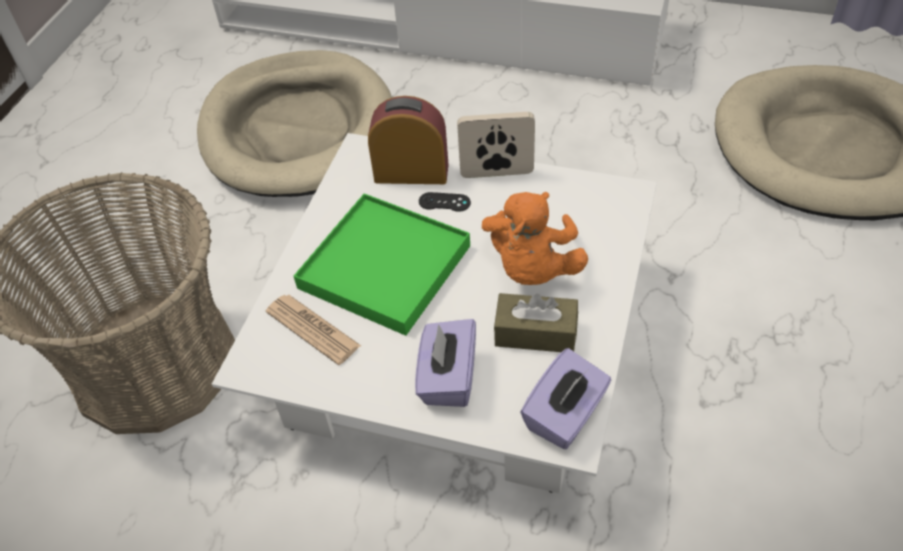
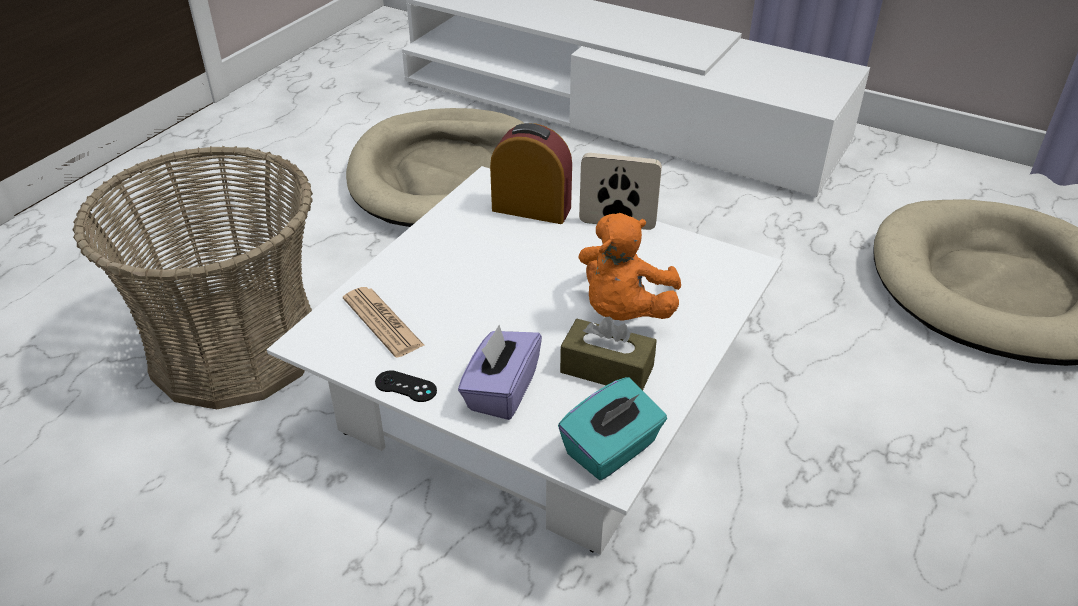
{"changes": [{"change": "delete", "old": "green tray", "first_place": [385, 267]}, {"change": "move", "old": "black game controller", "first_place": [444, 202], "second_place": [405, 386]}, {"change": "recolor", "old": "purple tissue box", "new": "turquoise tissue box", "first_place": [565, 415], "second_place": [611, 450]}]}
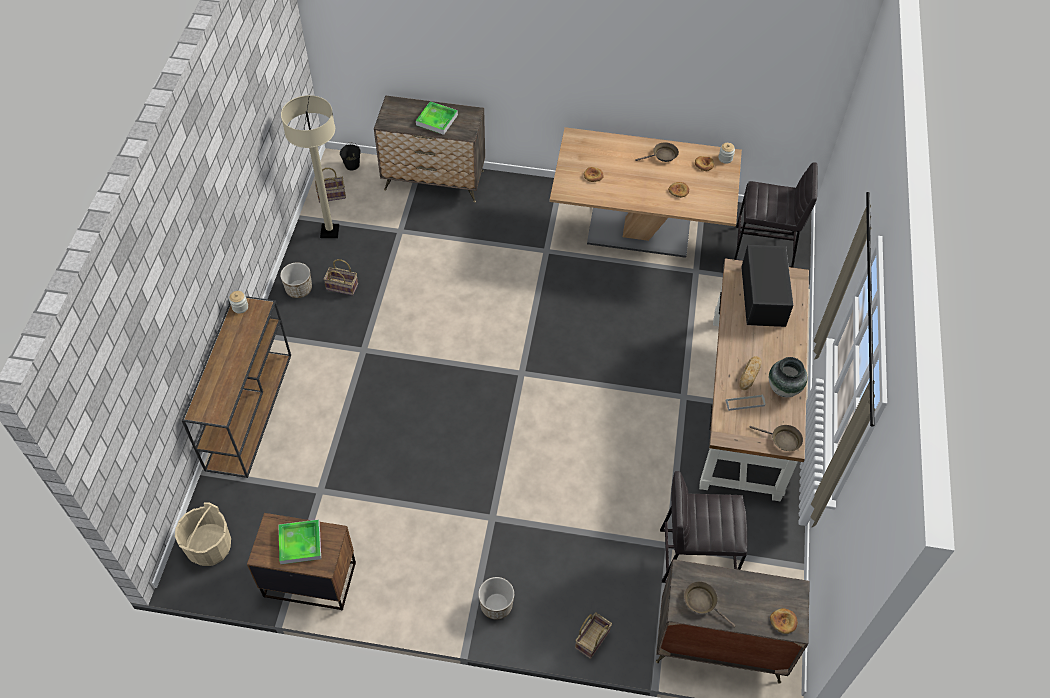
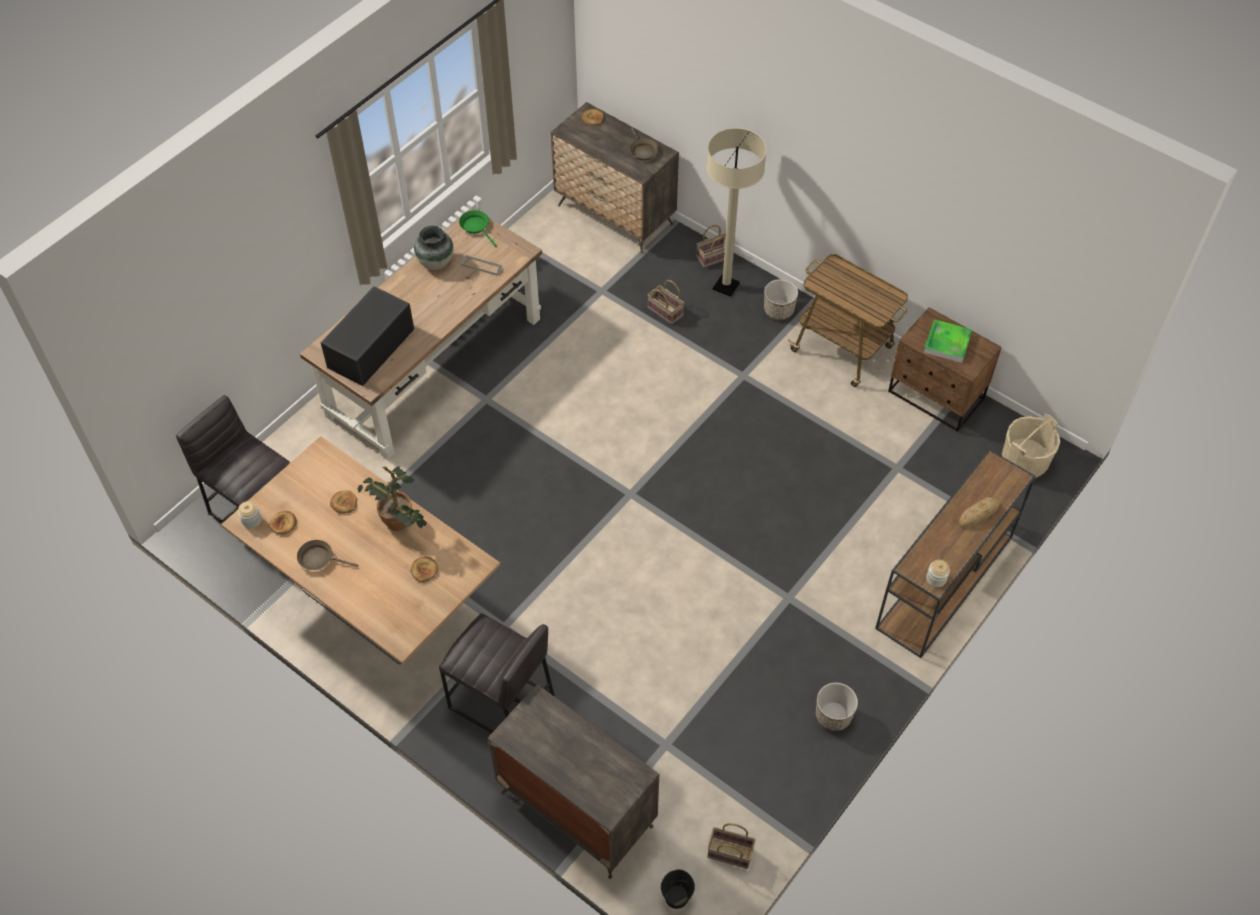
{"changes": [{"change": "move", "old": "beige floor lamp", "first_place": [330, 231], "second_place": [726, 286]}, {"change": "move", "old": "basket", "first_place": [343, 286], "second_place": [664, 311]}, {"change": "delete", "old": "tray", "first_place": [437, 120]}, {"change": "move", "old": "grey stool", "first_place": [695, 556], "second_place": [501, 703]}, {"change": "move", "old": "bread", "first_place": [750, 374], "second_place": [978, 514]}, {"change": "recolor", "old": "brown frying pan", "new": "green frying pan", "first_place": [783, 440], "second_place": [476, 227]}, {"change": "insert", "new": "potted plant", "second_place": [400, 526]}, {"change": "insert", "new": "cart", "second_place": [843, 350]}]}
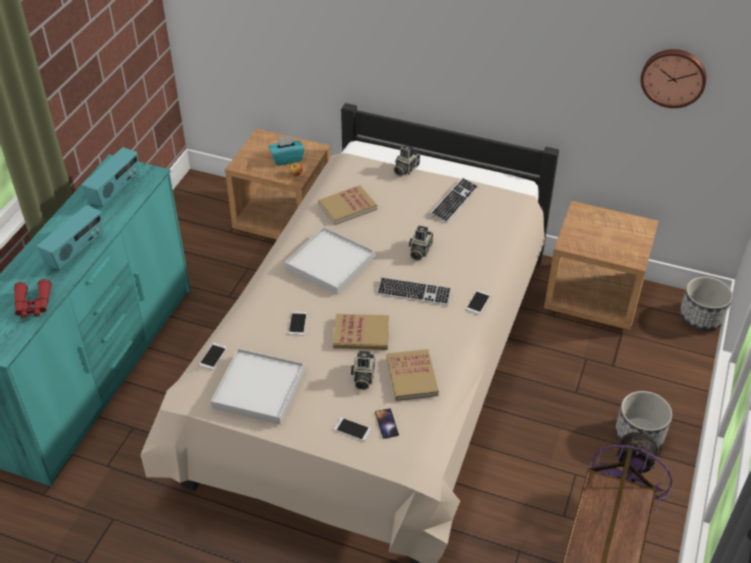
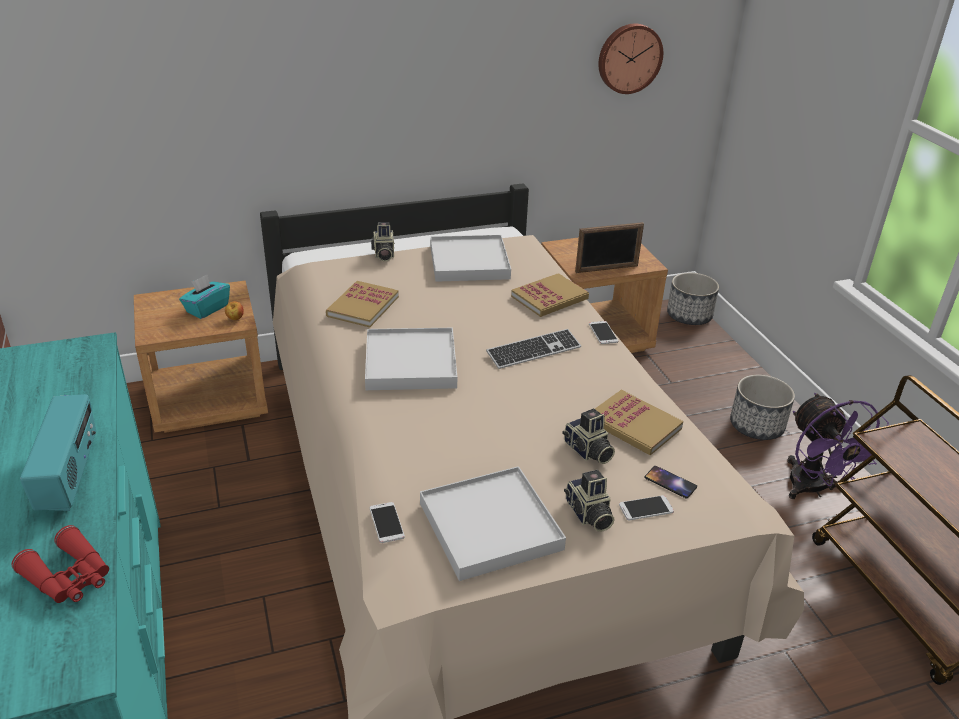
{"changes": [{"change": "delete", "old": "radio", "first_place": [115, 191]}, {"change": "delete", "old": "phone", "first_place": [297, 323]}, {"change": "move", "old": "book", "first_place": [361, 334], "second_place": [549, 298]}, {"change": "move", "old": "photo camera", "first_place": [419, 251], "second_place": [588, 514]}, {"change": "replace", "old": "keyboard", "new": "white tray", "first_place": [454, 201], "second_place": [469, 262]}, {"change": "insert", "new": "picture frame", "second_place": [606, 269]}]}
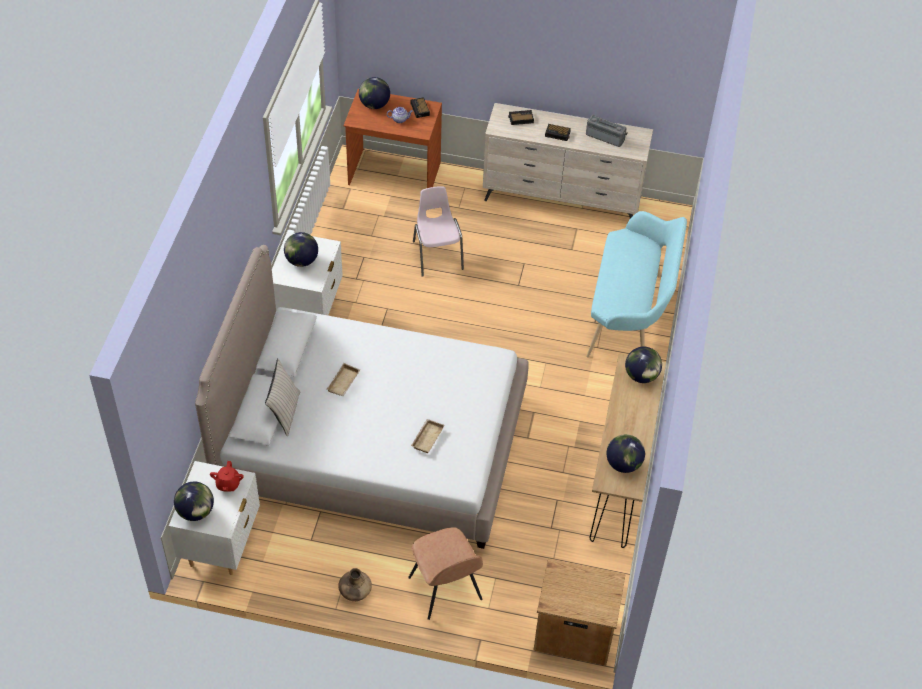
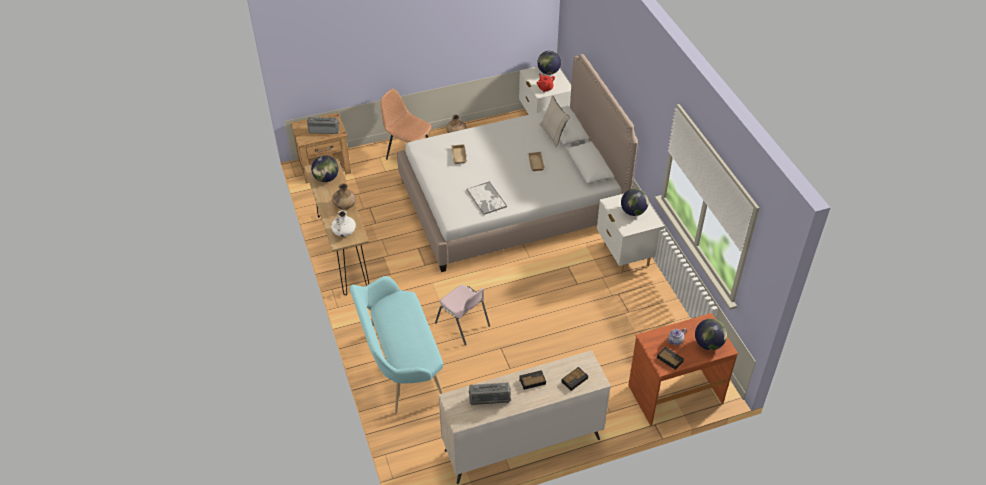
{"changes": [{"change": "move", "old": "pink chair", "first_place": [437, 255], "second_place": [463, 324]}, {"change": "replace", "old": "globe", "new": "white vase", "first_place": [641, 376], "second_place": [344, 233]}, {"change": "insert", "new": "radio", "second_place": [324, 130]}, {"change": "insert", "new": "brown vase", "second_place": [345, 206]}, {"change": "insert", "new": "tray", "second_place": [486, 199]}]}
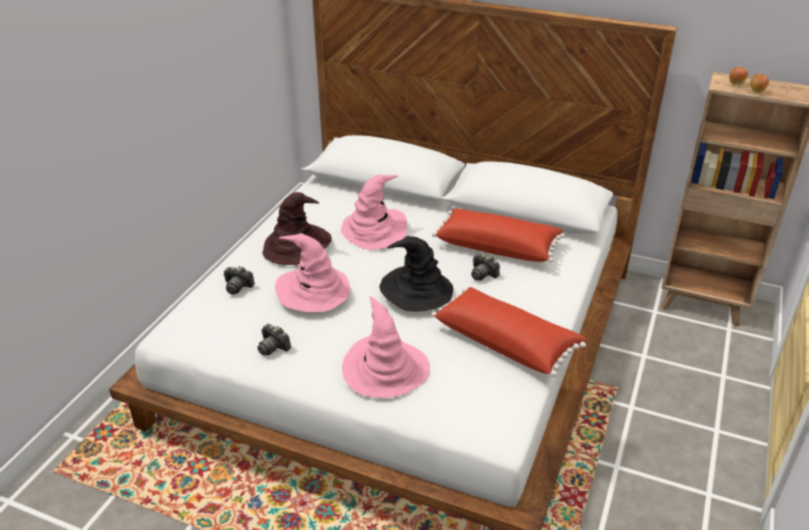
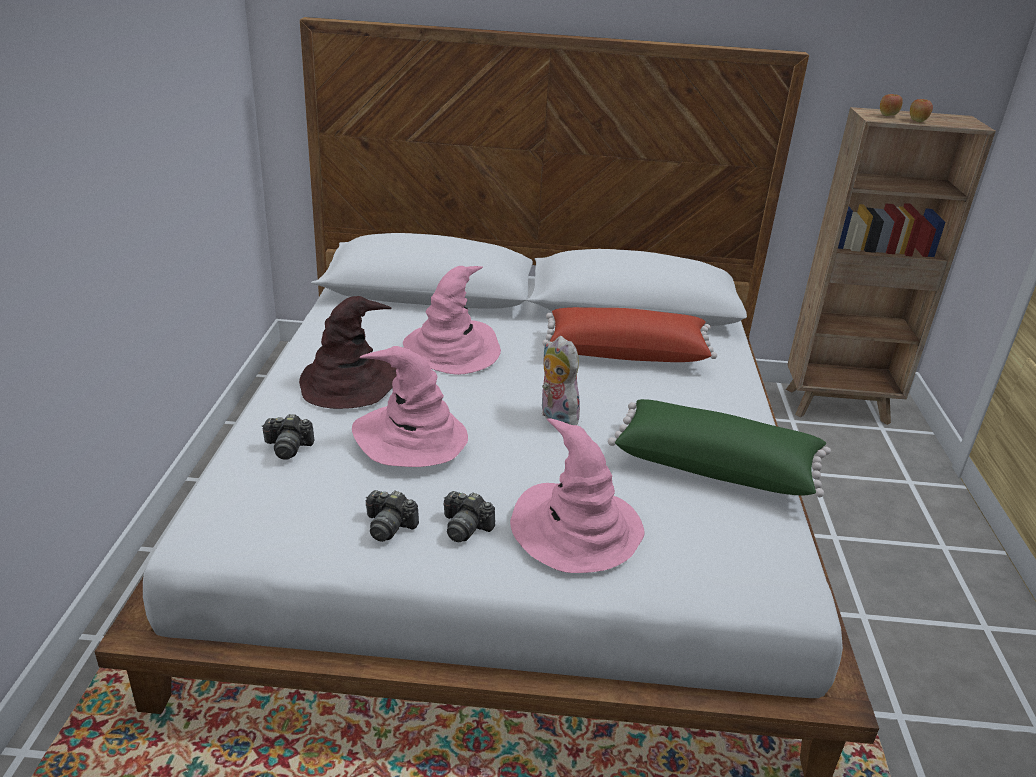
{"changes": [{"change": "replace", "old": "black hat", "new": "plush toy", "first_place": [415, 290], "second_place": [555, 417]}, {"change": "recolor", "old": "red pillow", "new": "green pillow", "first_place": [506, 341], "second_place": [715, 465]}, {"change": "move", "old": "photo camera", "first_place": [483, 274], "second_place": [465, 527]}]}
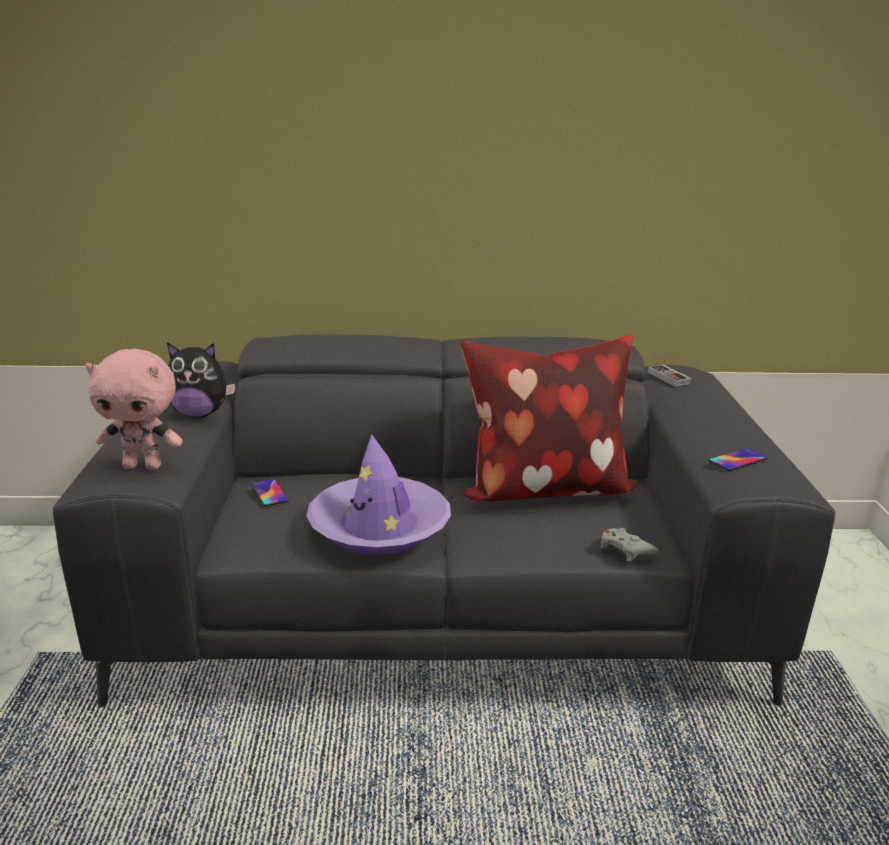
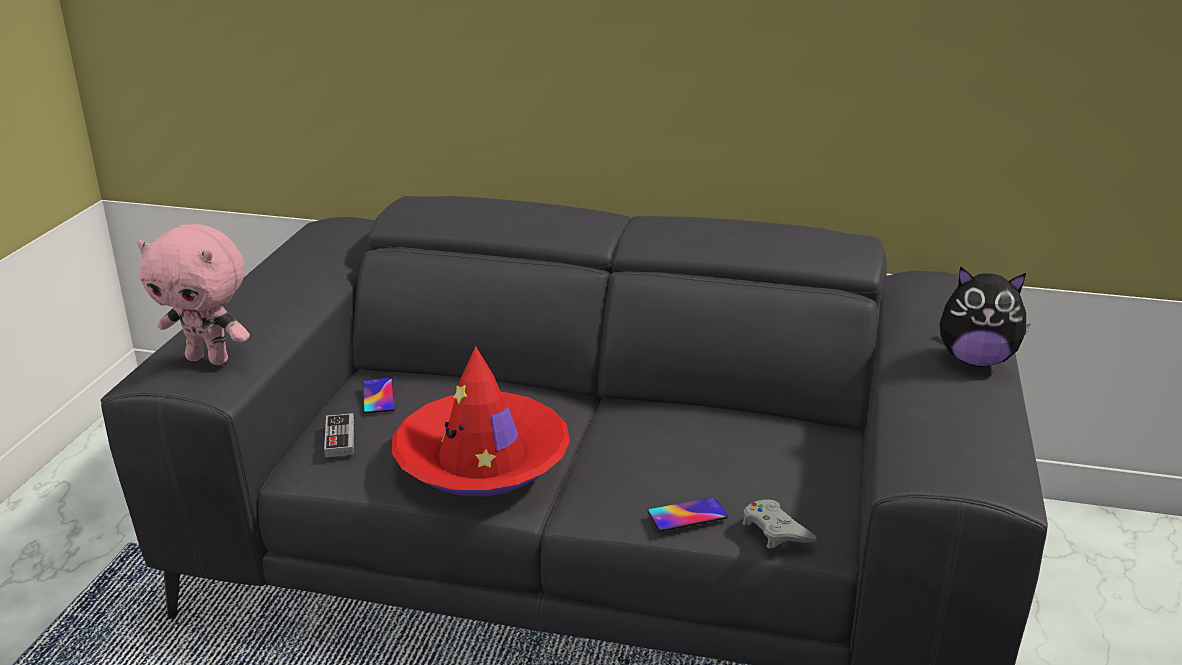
{"changes": [{"change": "move", "old": "plush toy", "first_place": [199, 414], "second_place": [976, 360]}, {"change": "recolor", "old": "purple hat", "new": "red hat", "first_place": [379, 528], "second_place": [482, 459]}, {"change": "delete", "old": "pillow", "first_place": [543, 490]}, {"change": "move", "old": "game controller", "first_place": [668, 378], "second_place": [340, 438]}, {"change": "move", "old": "phone", "first_place": [738, 460], "second_place": [687, 515]}]}
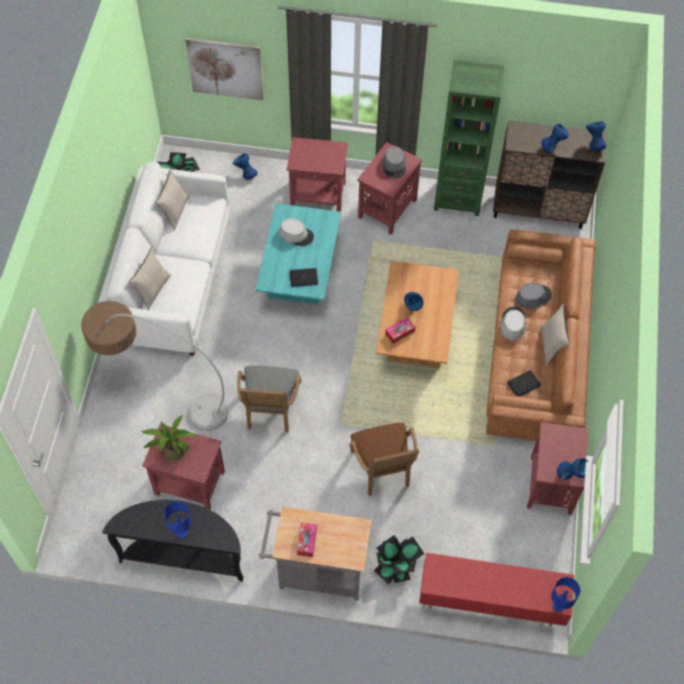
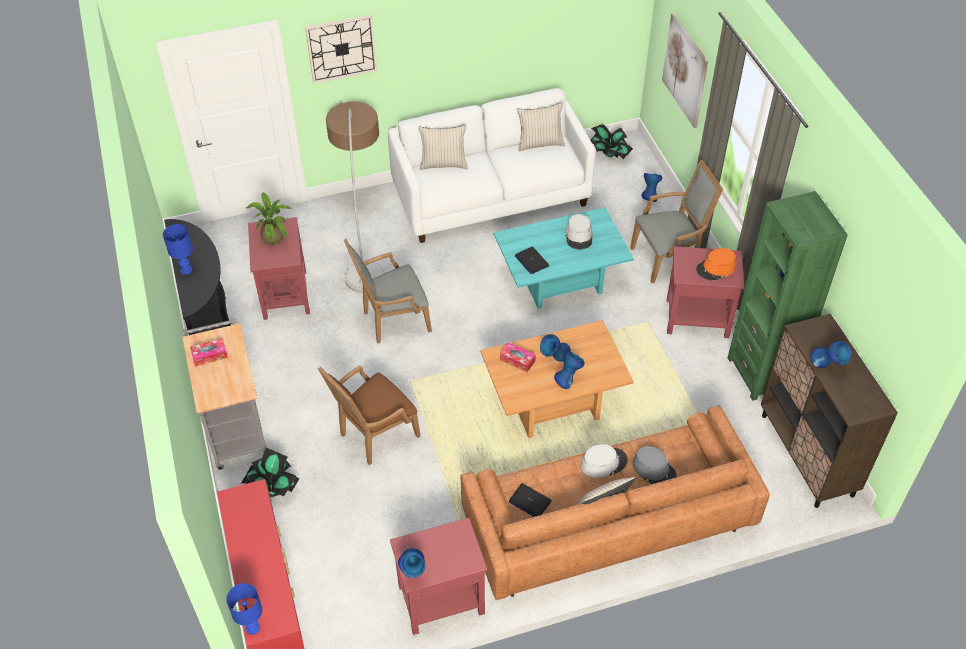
{"changes": [{"change": "replace", "old": "red side table", "new": "grey armchair", "first_place": [318, 195], "second_place": [669, 257]}, {"change": "recolor", "old": "grey hat", "new": "orange hat", "first_place": [394, 165], "second_place": [716, 268]}, {"change": "move", "old": "blue vase", "first_place": [593, 144], "second_place": [568, 380]}, {"change": "insert", "new": "wall clock", "second_place": [341, 48]}]}
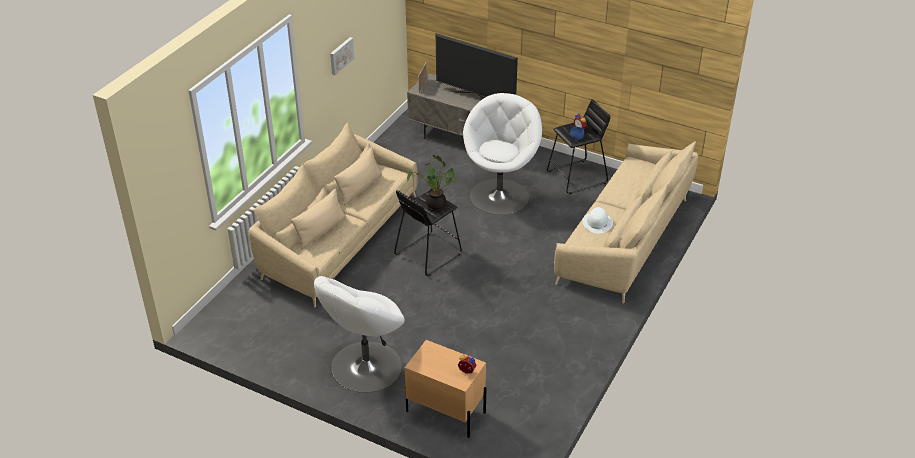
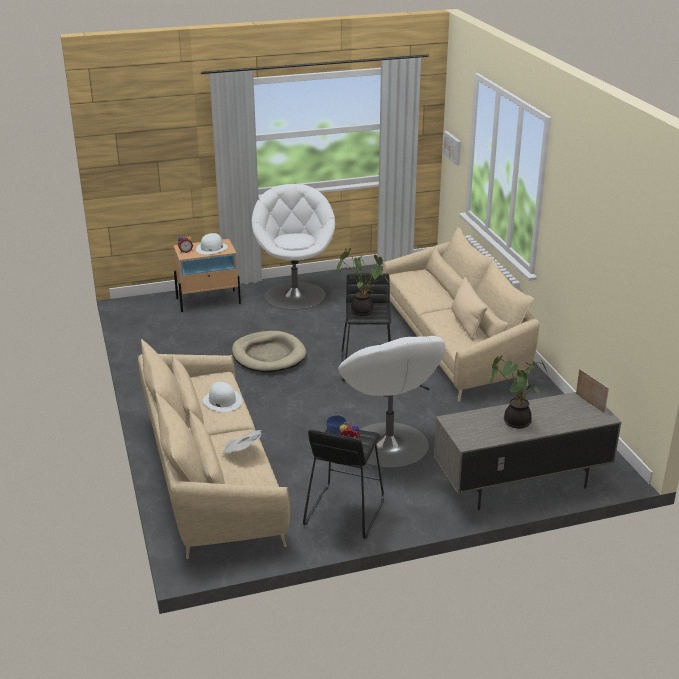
{"changes": [{"change": "delete", "old": "beige pillow", "first_place": [321, 231]}, {"change": "move", "old": "picture", "first_place": [341, 55], "second_place": [453, 147]}, {"change": "replace", "old": "television", "new": "potted plant", "first_place": [475, 99], "second_place": [514, 421]}, {"change": "insert", "new": "white hat", "second_place": [211, 248]}, {"change": "insert", "new": "newspaper", "second_place": [241, 451]}, {"change": "insert", "new": "beige dog bed", "second_place": [268, 355]}]}
